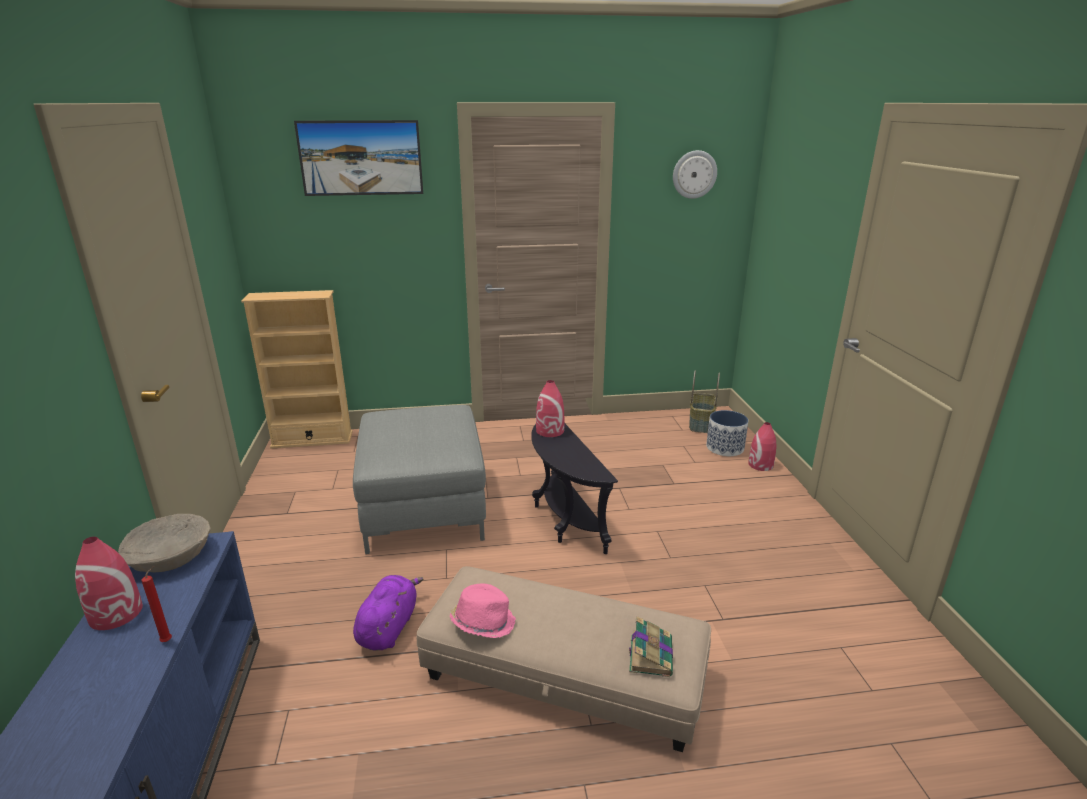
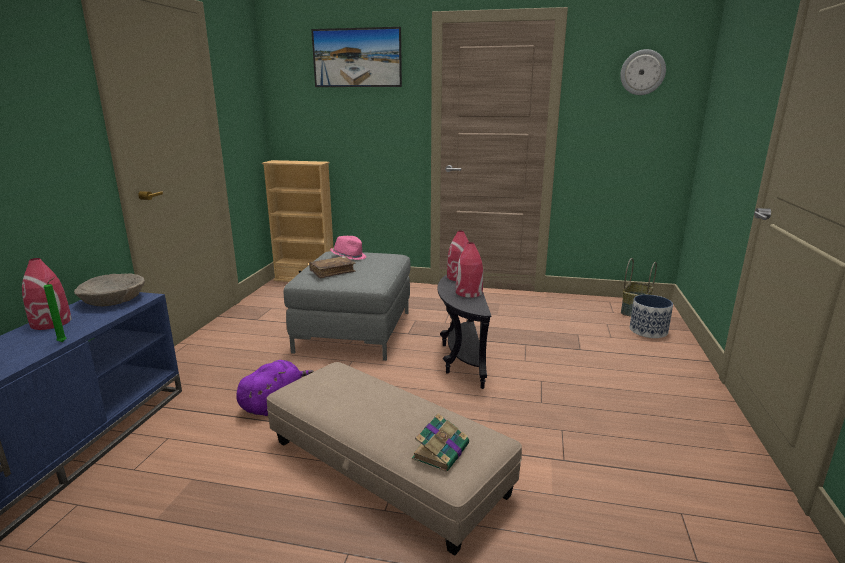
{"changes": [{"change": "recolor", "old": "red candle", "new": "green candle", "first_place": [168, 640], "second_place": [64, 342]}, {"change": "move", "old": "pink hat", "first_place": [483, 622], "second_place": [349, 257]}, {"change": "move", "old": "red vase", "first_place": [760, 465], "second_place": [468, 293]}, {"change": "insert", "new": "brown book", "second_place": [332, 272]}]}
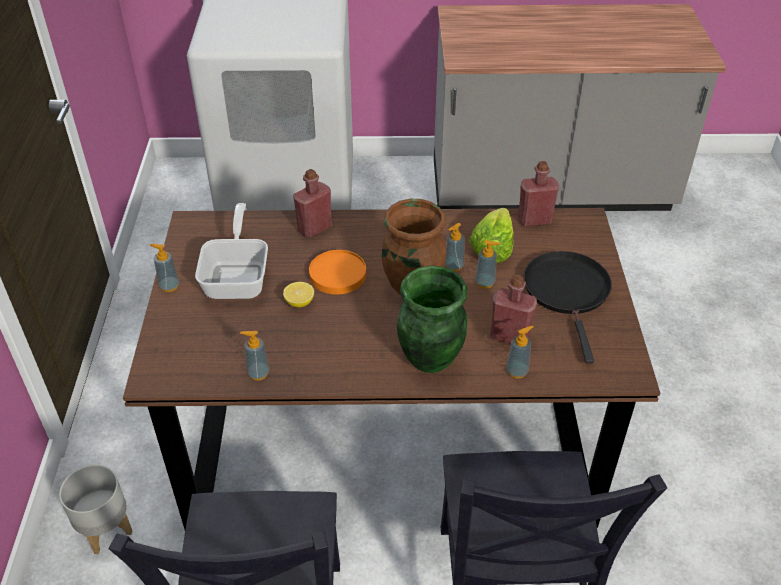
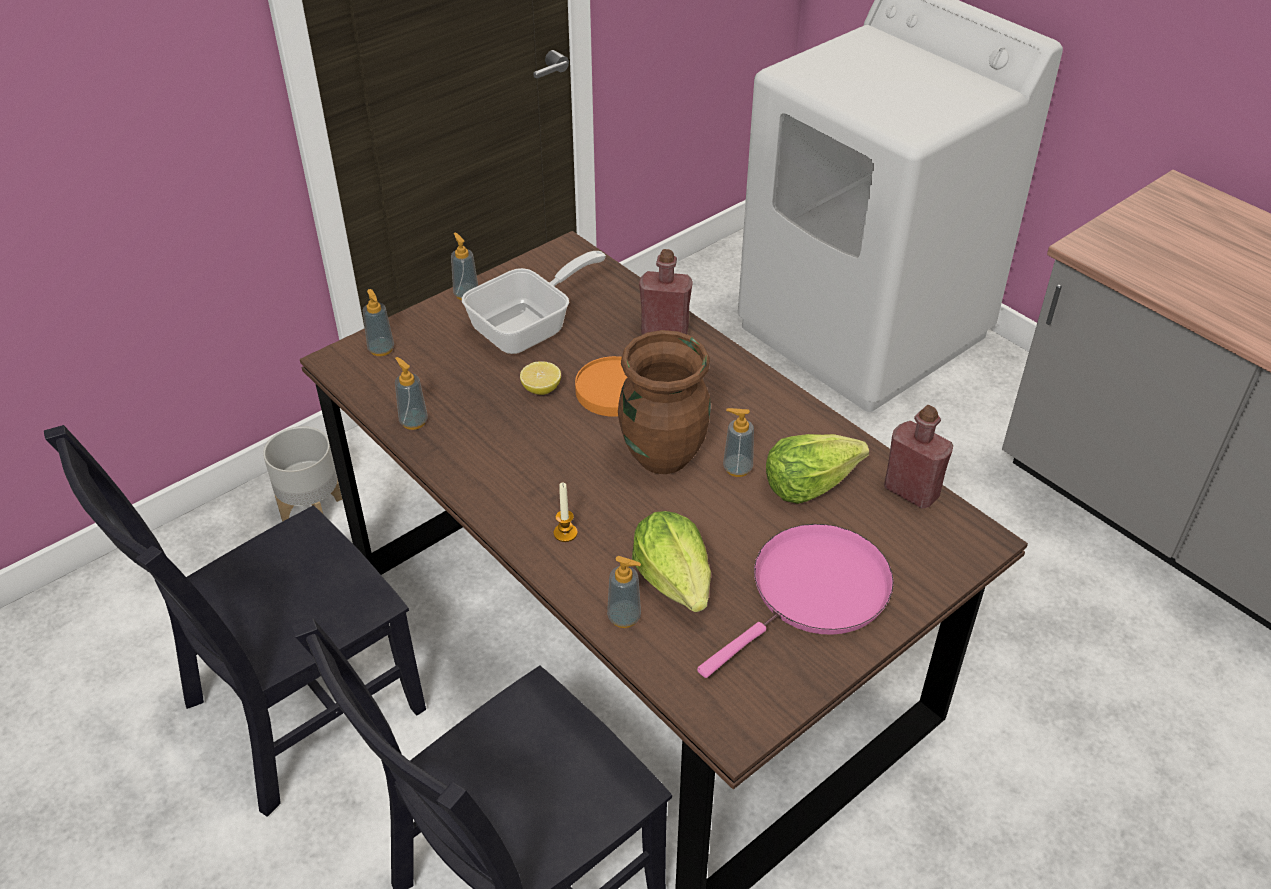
{"changes": [{"change": "replace", "old": "green vase", "new": "candle", "first_place": [430, 359], "second_place": [565, 533]}, {"change": "move", "old": "soap dispenser", "first_place": [485, 283], "second_place": [381, 349]}, {"change": "replace", "old": "red bottle", "new": "lettuce", "first_place": [509, 336], "second_place": [675, 580]}, {"change": "recolor", "old": "black frying pan", "new": "pink frying pan", "first_place": [568, 292], "second_place": [814, 592]}]}
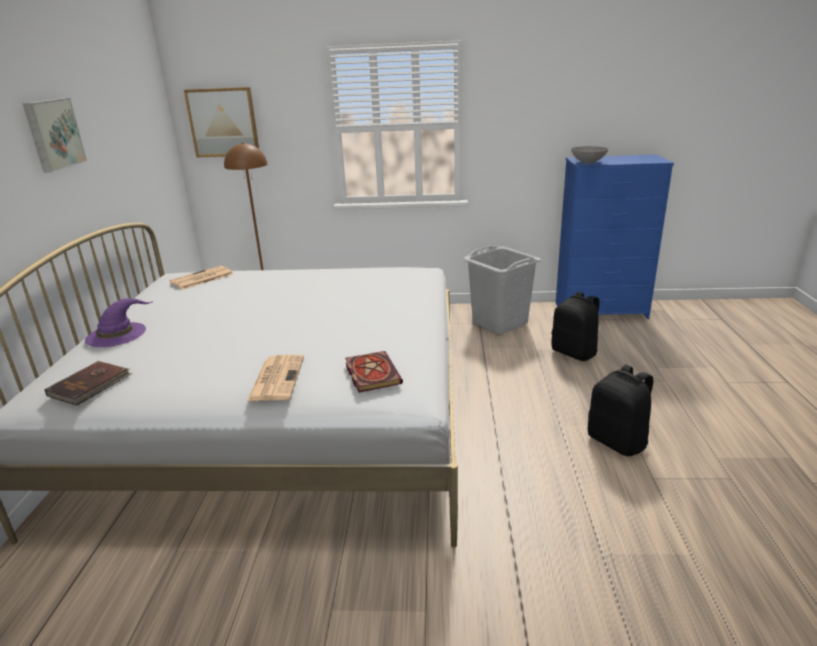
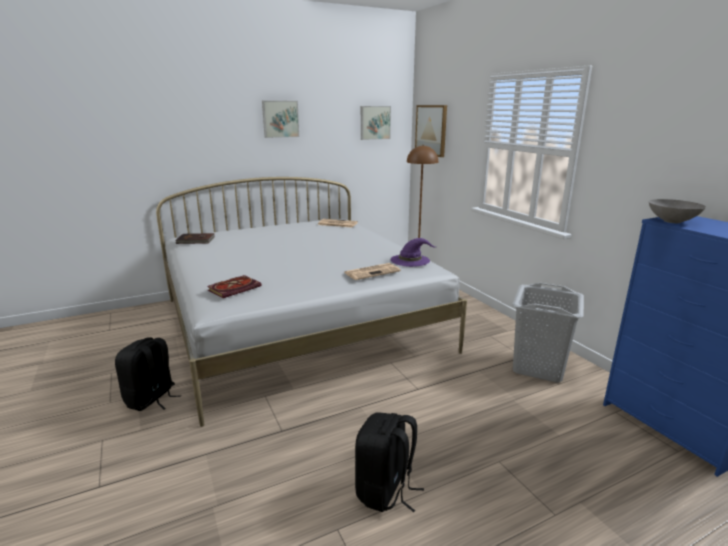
{"changes": [{"change": "move", "old": "purple hat", "first_place": [117, 334], "second_place": [410, 260]}, {"change": "move", "old": "newspaper", "first_place": [276, 378], "second_place": [372, 272]}, {"change": "move", "old": "black backpack", "first_place": [574, 353], "second_place": [151, 399]}, {"change": "insert", "new": "picture", "second_place": [374, 122]}]}
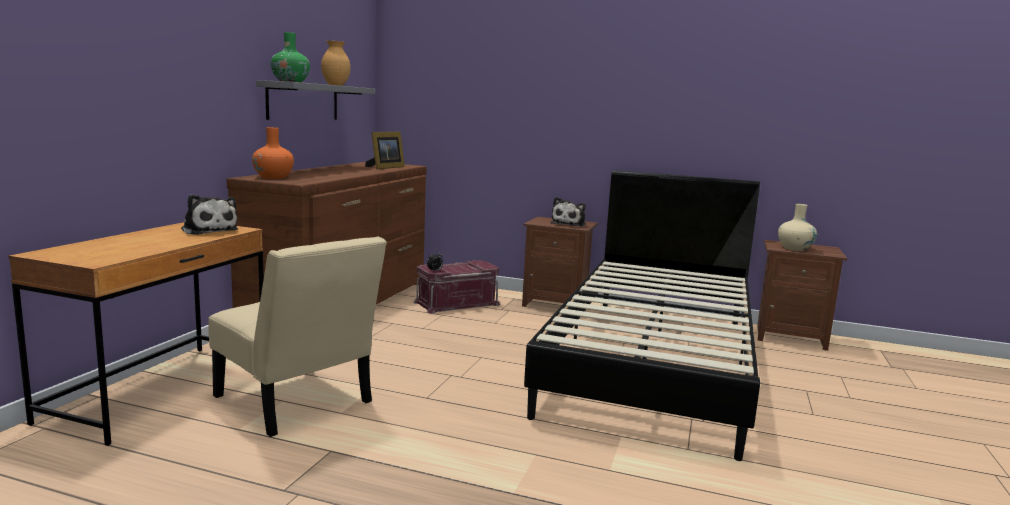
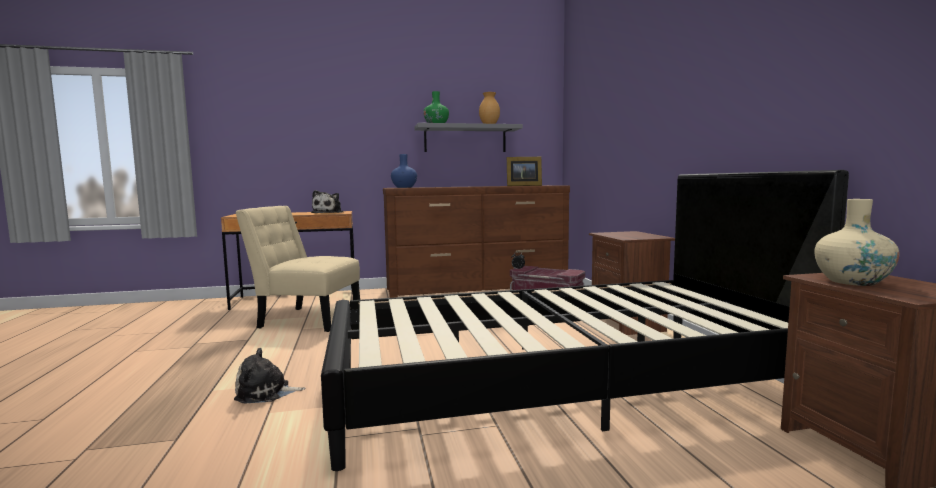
{"changes": [{"change": "rotate", "old": "beige chair", "first_place": [297, 403], "second_place": [306, 319], "degrees": 90}, {"change": "recolor", "old": "orange vase", "new": "blue vase", "first_place": [273, 177], "second_place": [404, 187]}, {"change": "move", "old": "plush toy", "first_place": [569, 224], "second_place": [266, 393]}]}
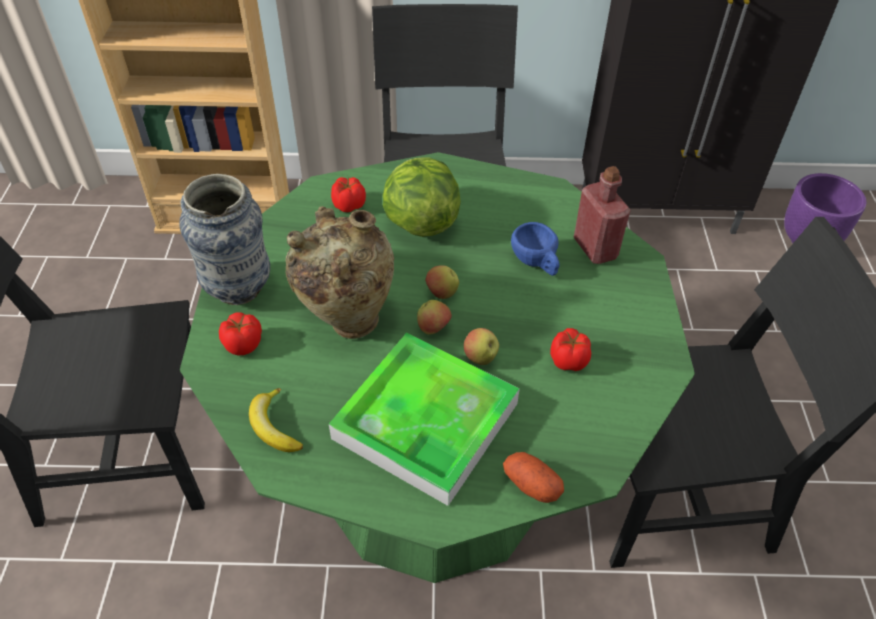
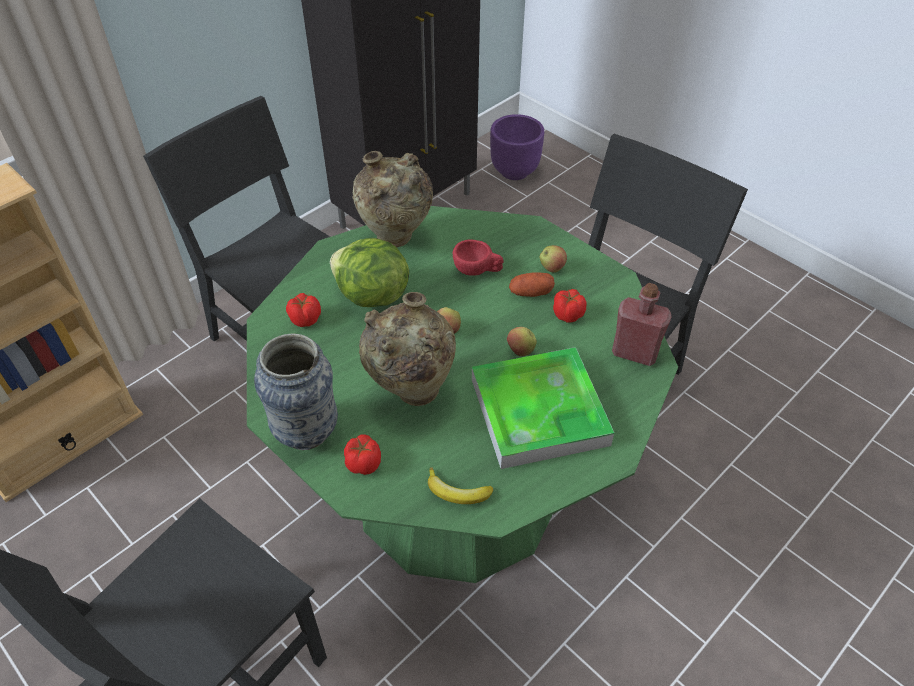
{"changes": [{"change": "move", "old": "apple", "first_place": [433, 328], "second_place": [552, 268]}, {"change": "move", "old": "potato", "first_place": [531, 485], "second_place": [530, 292]}, {"change": "recolor", "old": "blue cup", "new": "red cup", "first_place": [536, 263], "second_place": [477, 270]}, {"change": "move", "old": "red bottle", "first_place": [595, 248], "second_place": [634, 353]}, {"change": "insert", "new": "beige vase", "second_place": [396, 240]}]}
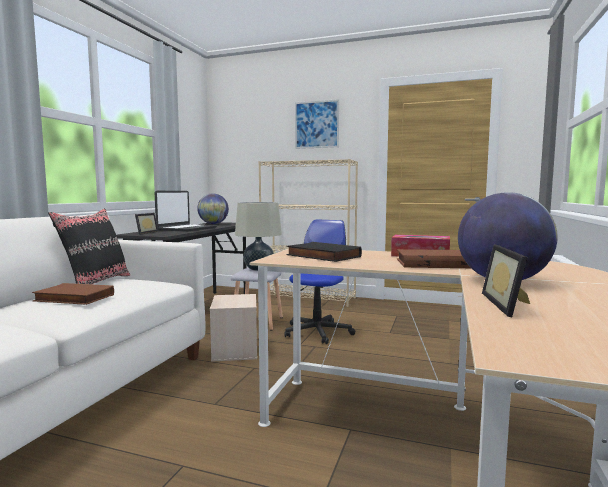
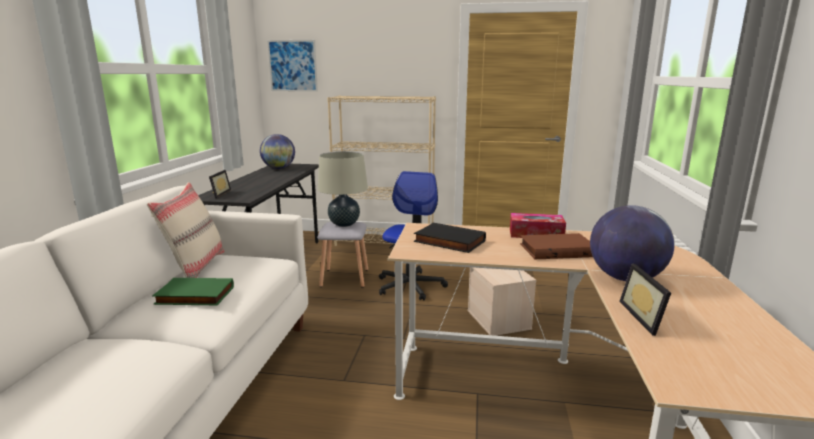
{"changes": [{"change": "recolor", "old": "brown book", "new": "green book", "first_place": [73, 298], "second_place": [194, 296]}, {"change": "recolor", "old": "black pillow", "new": "beige pillow", "first_place": [96, 282], "second_place": [195, 267]}, {"change": "delete", "old": "laptop", "first_place": [187, 229]}, {"change": "move", "old": "beige storage box", "first_place": [236, 350], "second_place": [499, 320]}, {"change": "move", "old": "picture", "first_place": [316, 124], "second_place": [293, 66]}]}
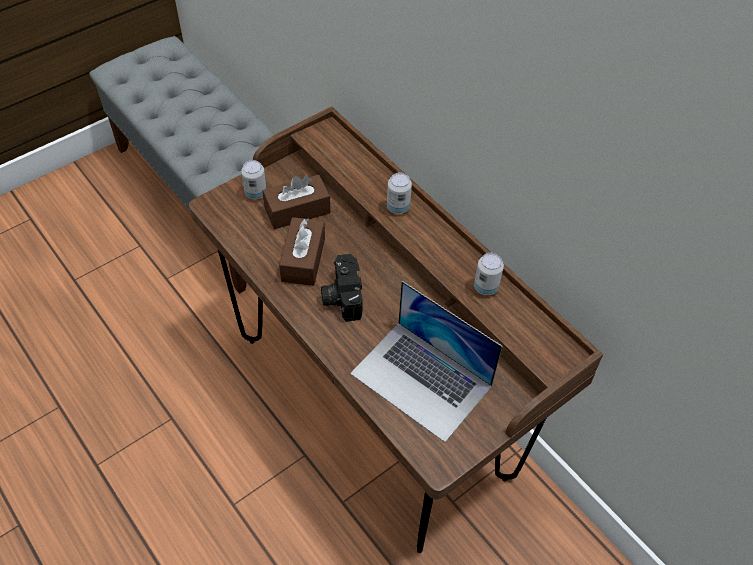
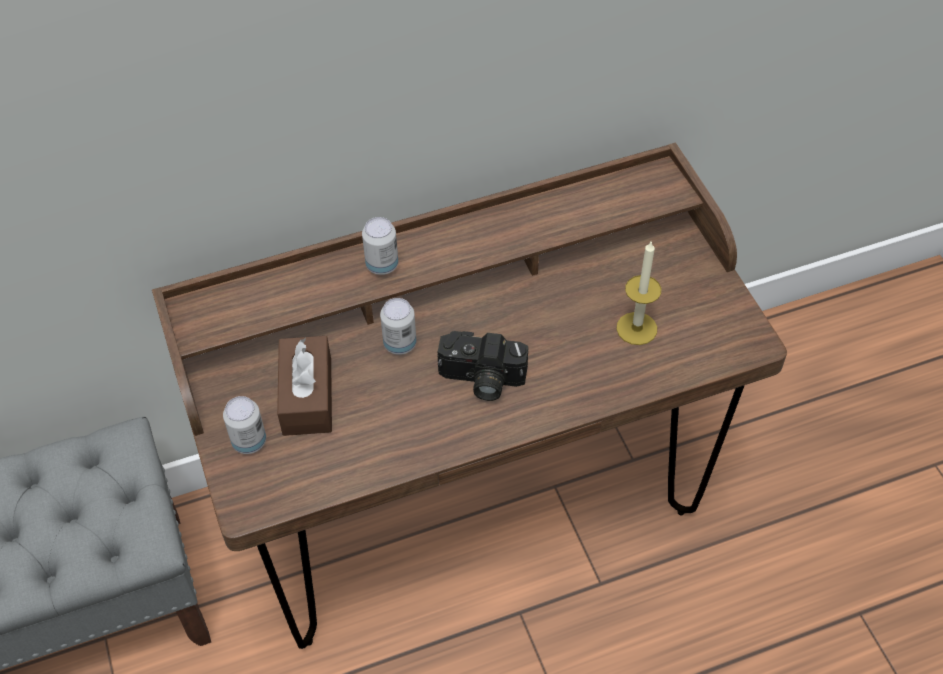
{"changes": [{"change": "delete", "old": "brown tissue box", "first_place": [303, 259]}, {"change": "replace", "old": "laptop", "new": "candle", "first_place": [421, 380], "second_place": [636, 328]}, {"change": "move", "old": "can", "first_place": [486, 287], "second_place": [400, 344]}]}
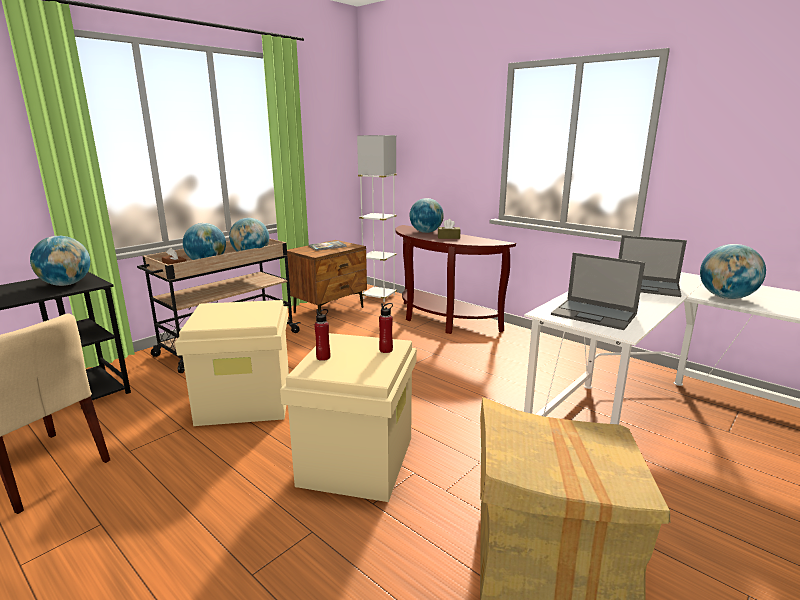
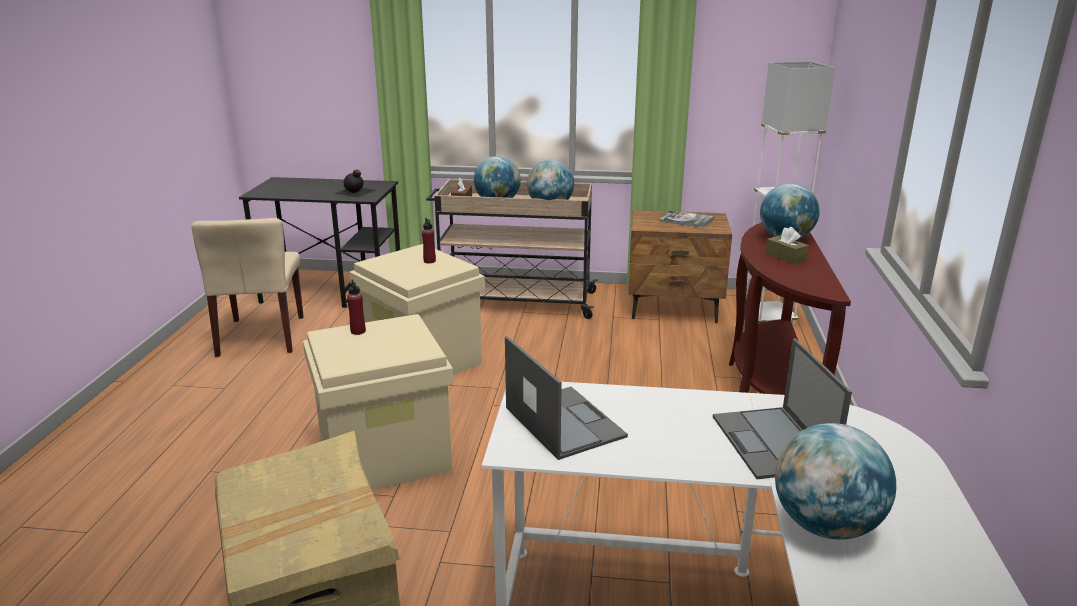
{"changes": [{"change": "replace", "old": "globe", "new": "black bottle", "first_place": [66, 284], "second_place": [355, 192]}, {"change": "move", "old": "red bottle", "first_place": [386, 350], "second_place": [429, 261]}, {"change": "rotate", "old": "laptop", "first_place": [595, 314], "second_place": [563, 421], "degrees": 150}]}
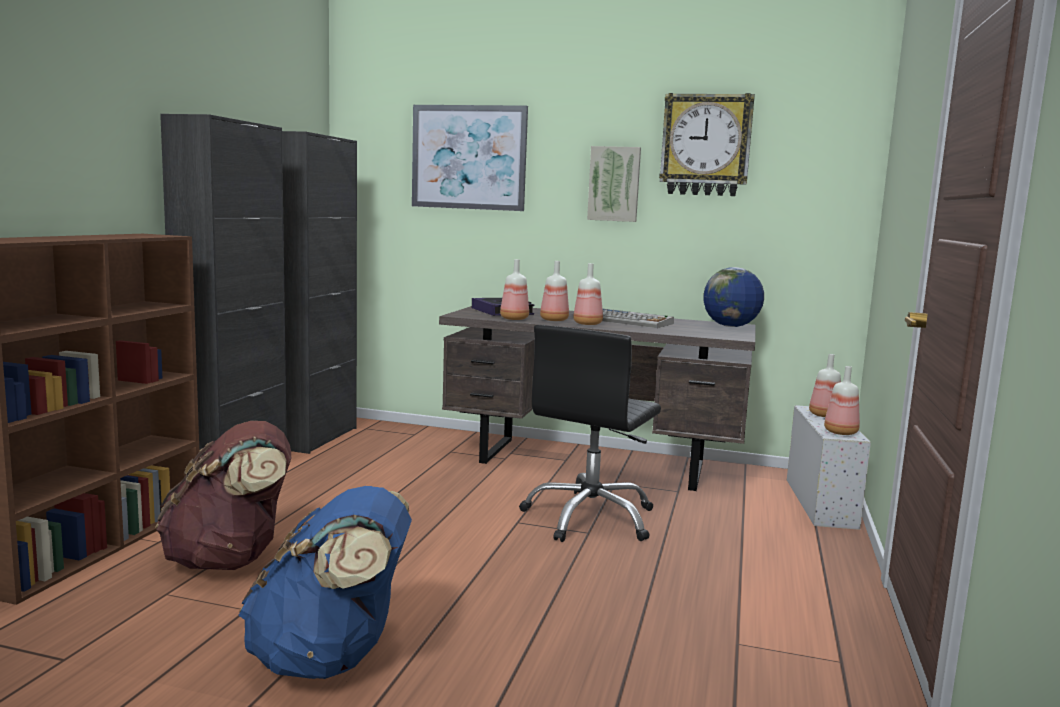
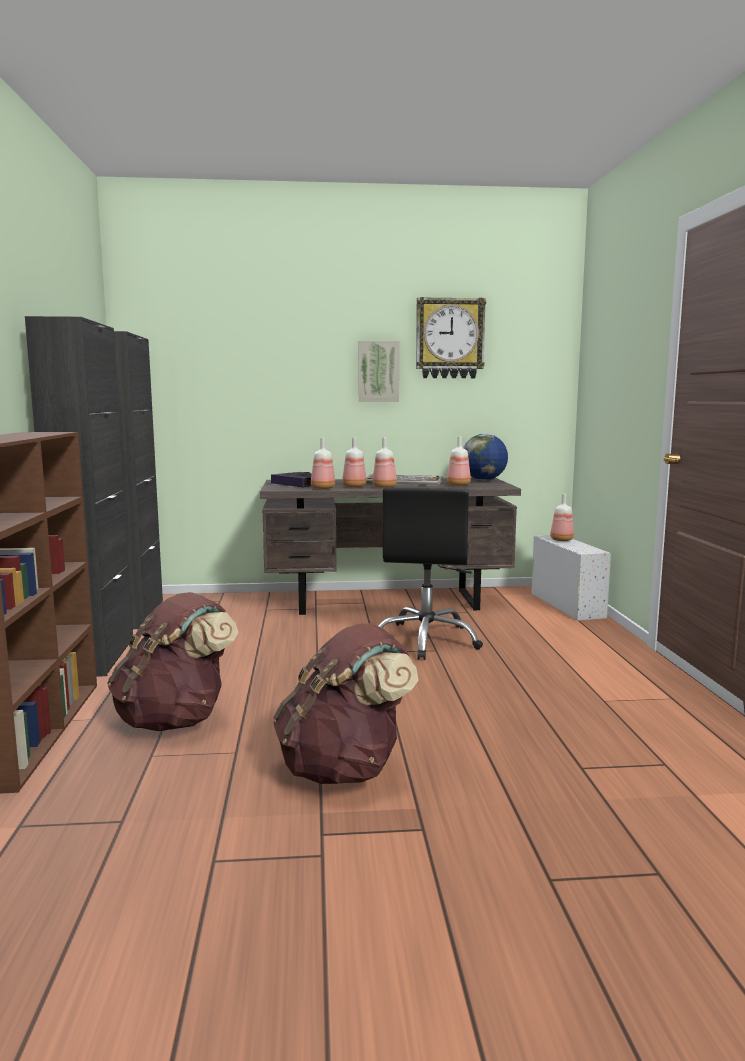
{"changes": [{"change": "recolor", "old": "blue backpack", "new": "brown backpack", "first_place": [331, 658], "second_place": [345, 769]}, {"change": "delete", "old": "picture", "first_place": [469, 157]}, {"change": "move", "old": "bottle", "first_place": [841, 432], "second_place": [459, 485]}]}
